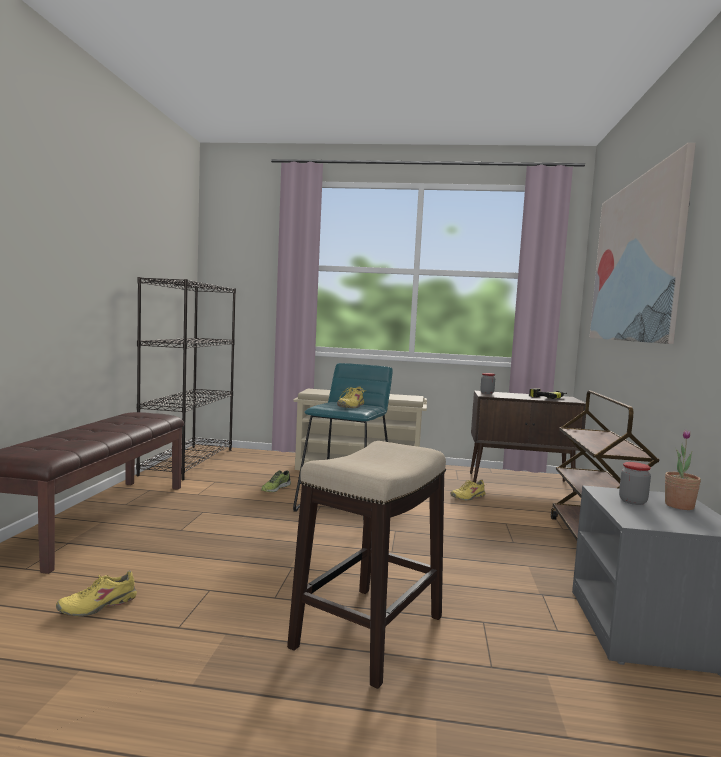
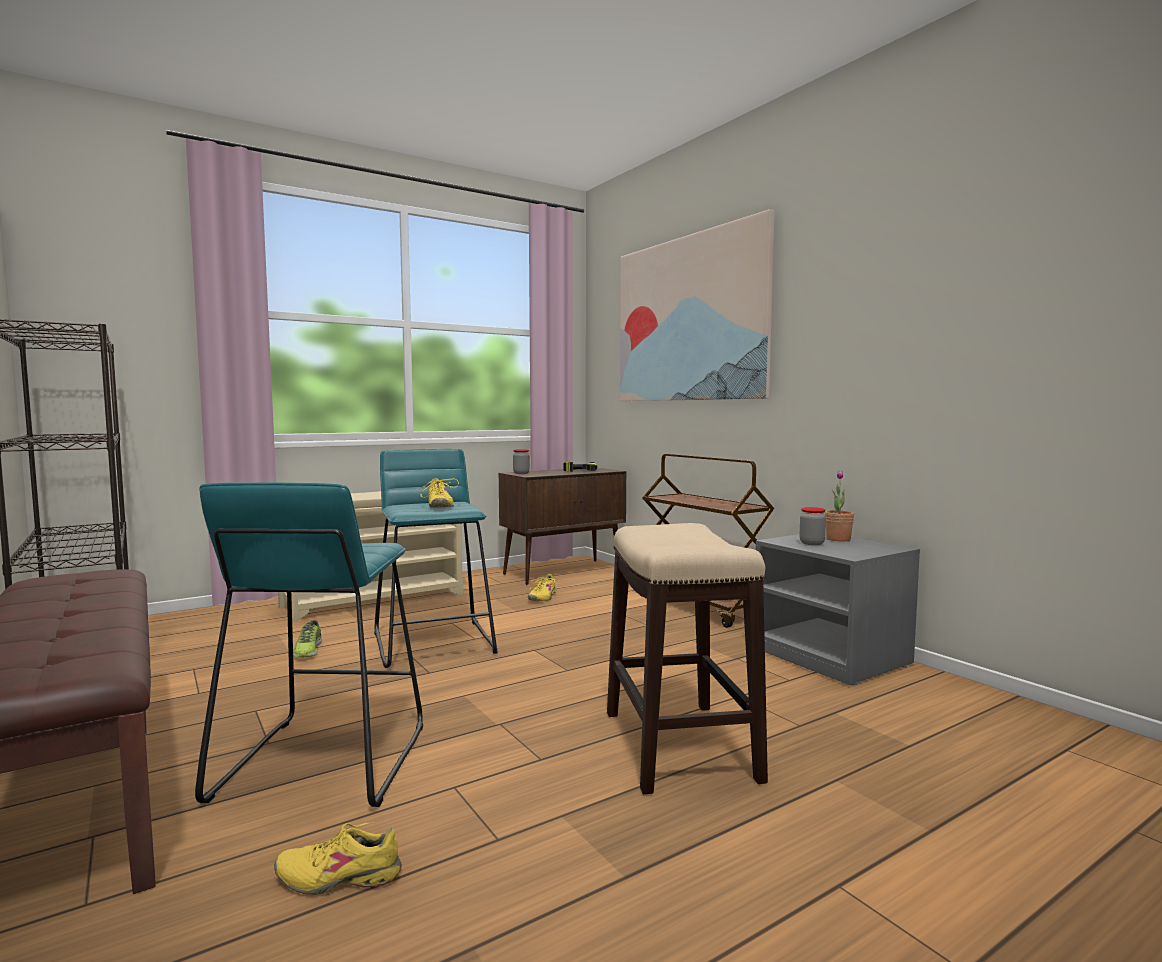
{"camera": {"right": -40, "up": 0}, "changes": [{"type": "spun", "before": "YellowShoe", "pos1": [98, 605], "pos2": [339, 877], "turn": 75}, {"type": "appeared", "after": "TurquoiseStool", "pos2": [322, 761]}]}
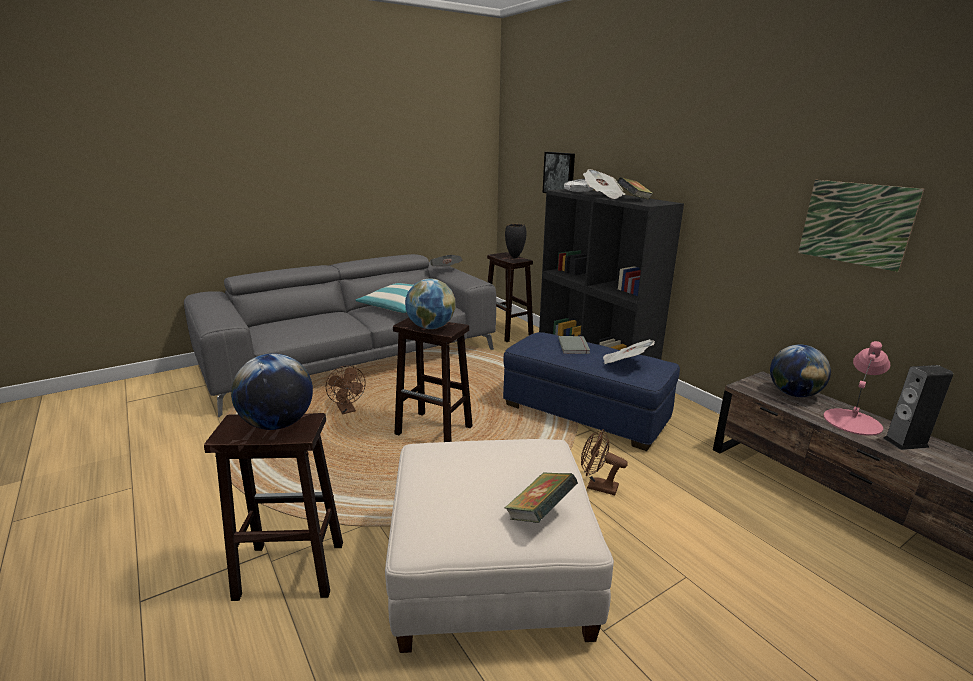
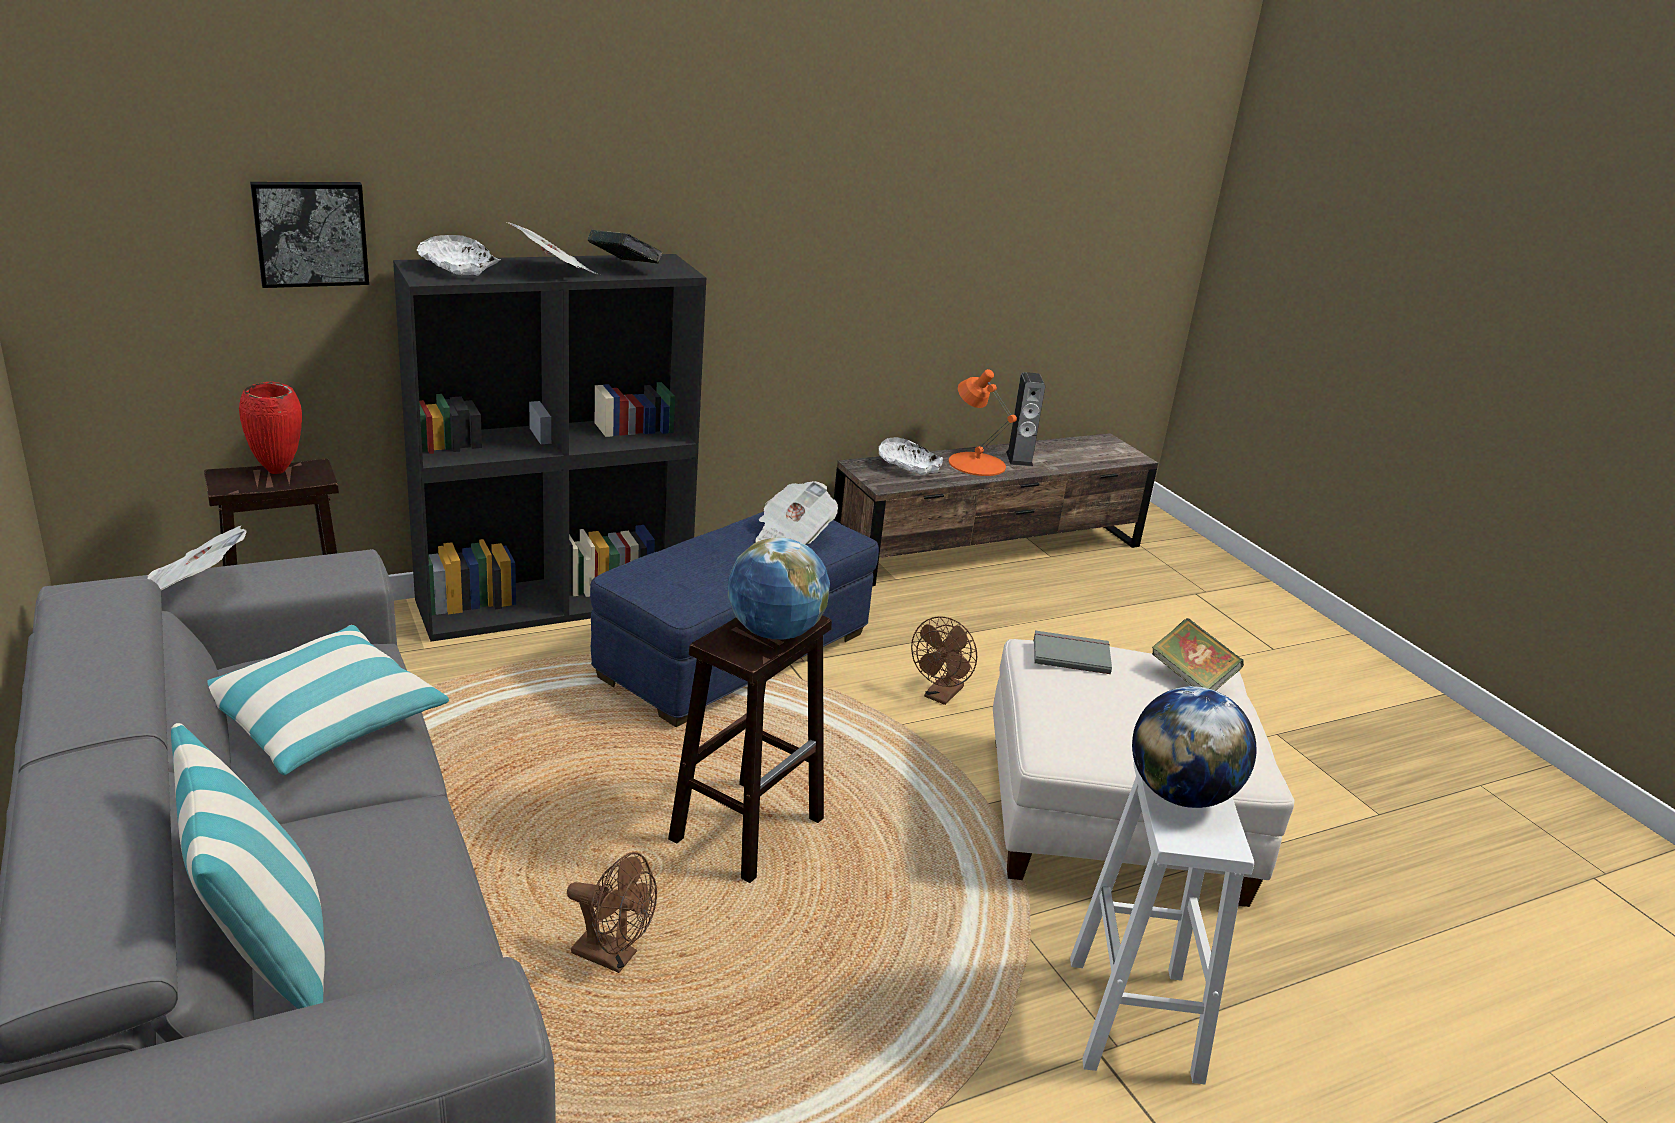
{"camera": {"right": -85, "up": 5}, "changes": [{"type": "missing", "before": "Picture", "pos1": [855, 223]}, {"type": "colour", "before": "BlackVase", "after": "RedVase", "pos1": [515, 257], "pos2": [278, 471]}, {"type": "relocated", "before": "GreyBook", "pos1": [574, 346], "pos2": [1070, 654]}, {"type": "colour", "before": "PinkTableLamp", "after": "OrangeTableLamp", "pos1": [853, 421], "pos2": [976, 464]}, {"type": "exchanged", "before": "Globe", "after": "WhiteBowl", "pos1": [793, 394], "pos2": [907, 467]}, {"type": "spun", "before": "BrownFan", "pos1": [347, 410], "pos2": [613, 957], "turn": 45}, {"type": "colour", "before": "BrownStool", "after": "WhiteStool", "pos1": [288, 570], "pos2": [1135, 1021]}, {"type": "appeared", "after": "Pillow", "pos2": [264, 956]}]}
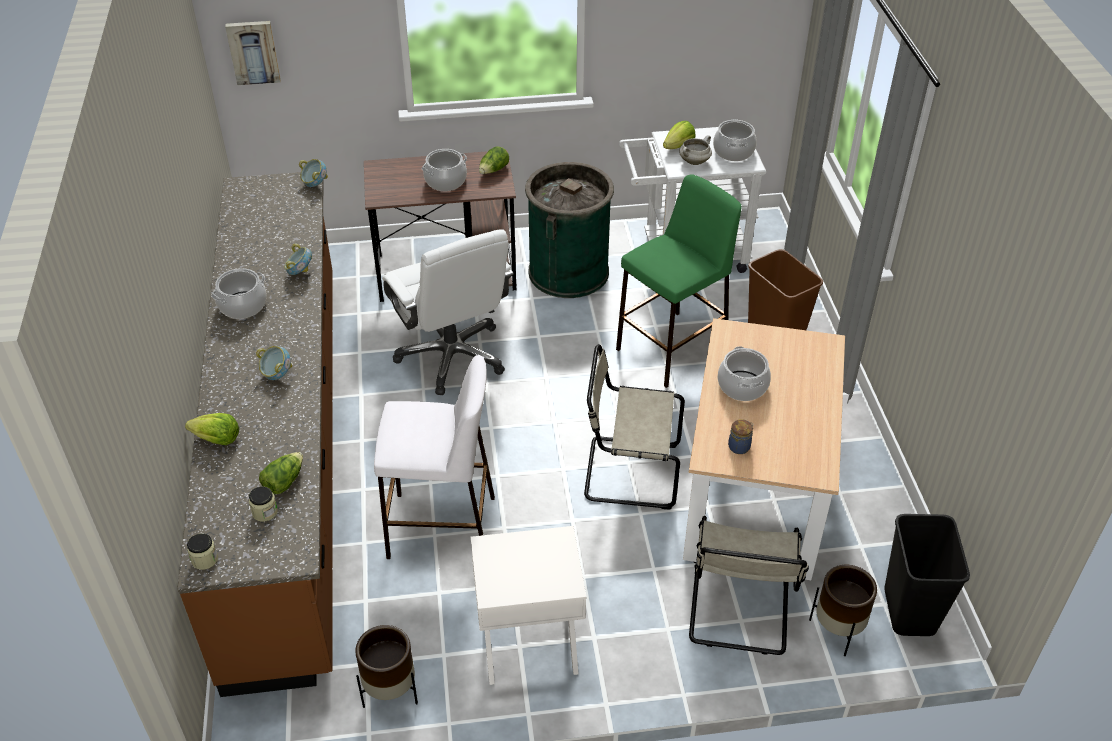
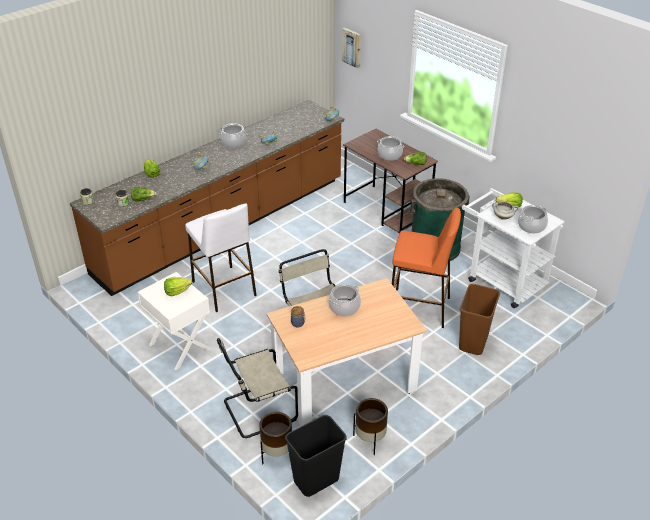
{"camera": {"right": 55, "up": -5}, "changes": [{"type": "colour", "before": "GreenStool", "after": "OrangeStool", "pos1": [672, 348], "pos2": [419, 308]}, {"type": "missing", "before": "WhiteOfficeChair", "pos1": [452, 356]}, {"type": "relocated", "before": "BrownPlanter", "pos1": [390, 692], "pos2": [370, 440]}, {"type": "appeared", "after": "Lettuce", "pos2": [177, 291]}]}
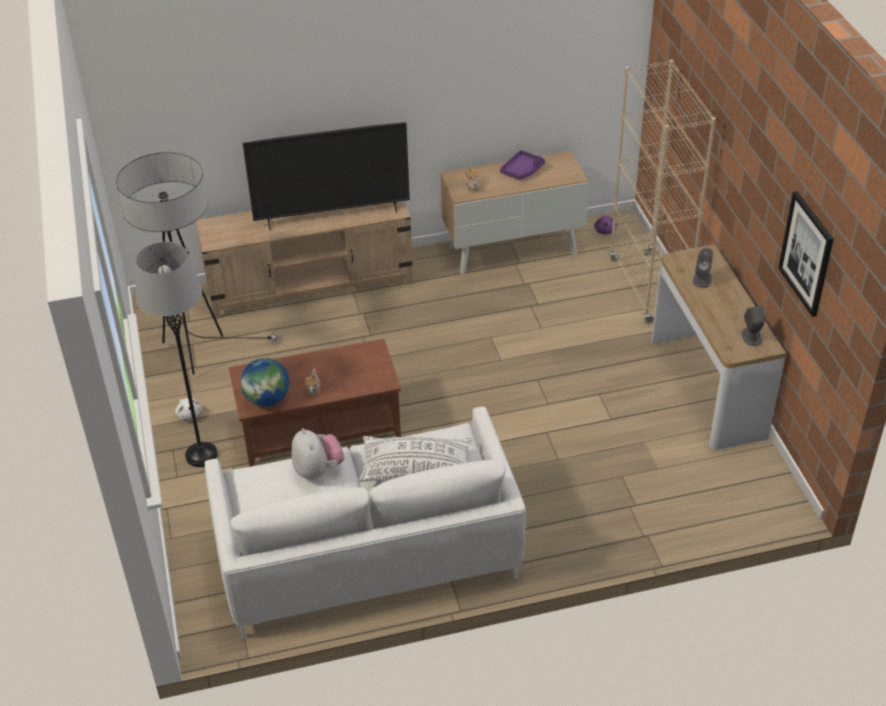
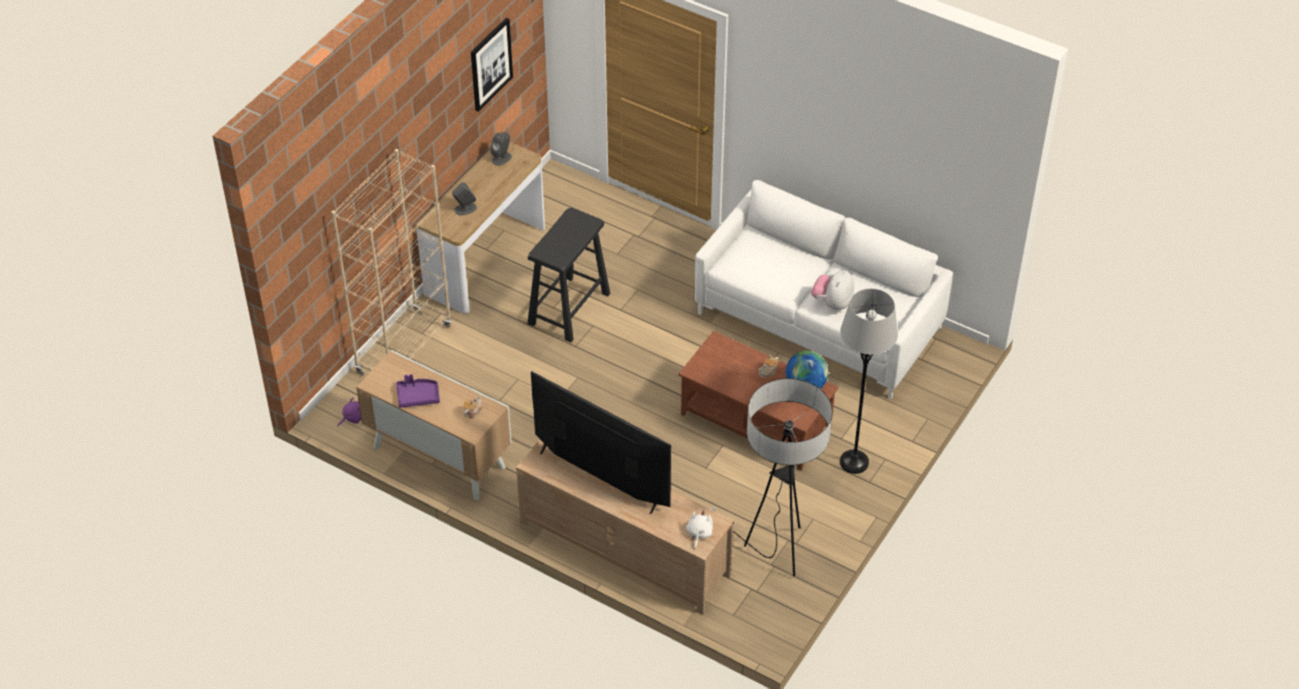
{"camera": {"right": -135, "up": 5}, "changes": [{"type": "relocated", "before": "WhitePlushToy", "pos1": [189, 414], "pos2": [699, 533]}, {"type": "missing", "before": "WhitePillow", "pos1": [415, 469]}, {"type": "appeared", "after": "BlackStool", "pos2": [568, 309]}]}
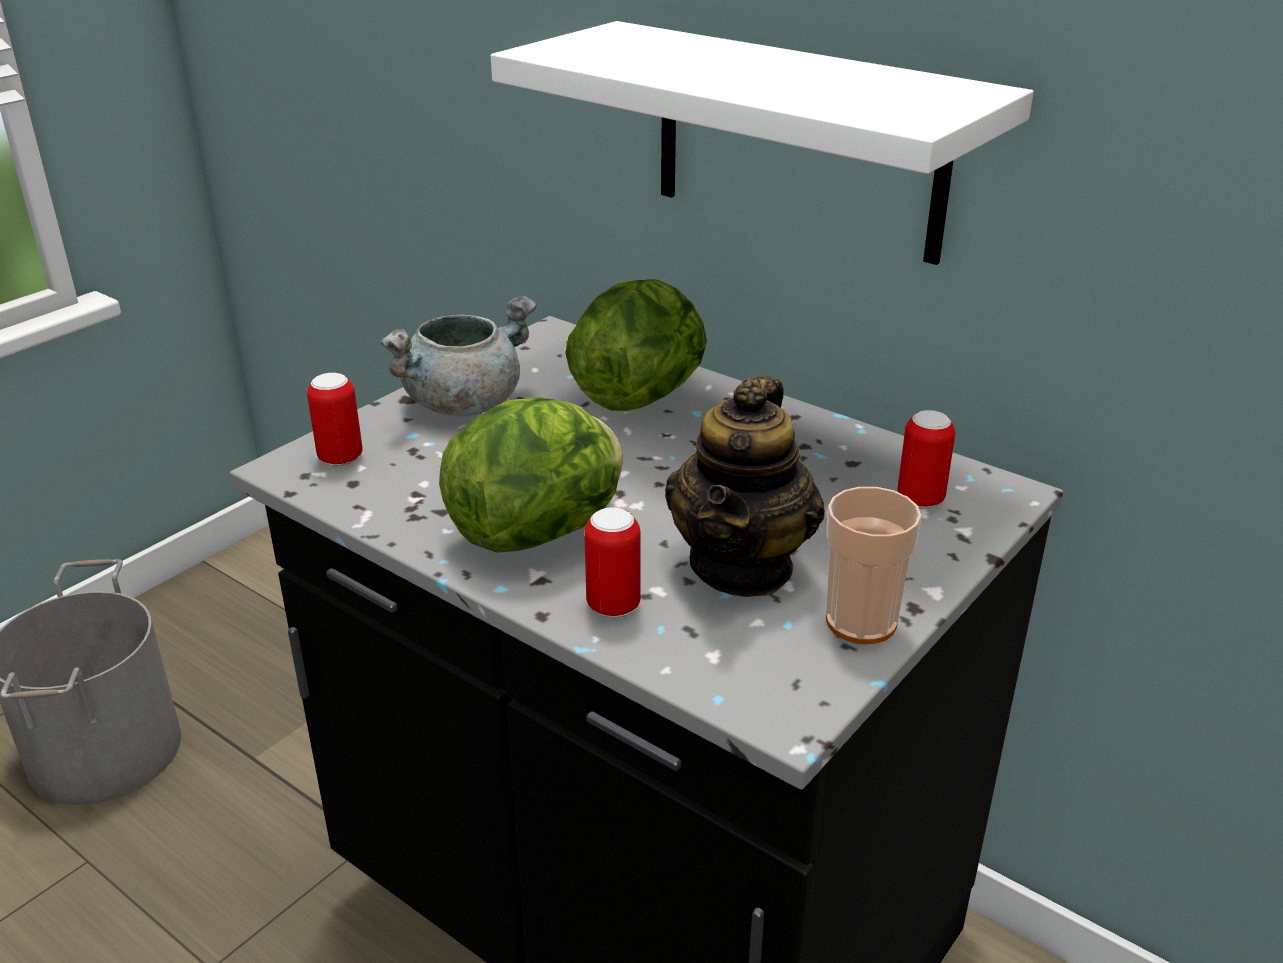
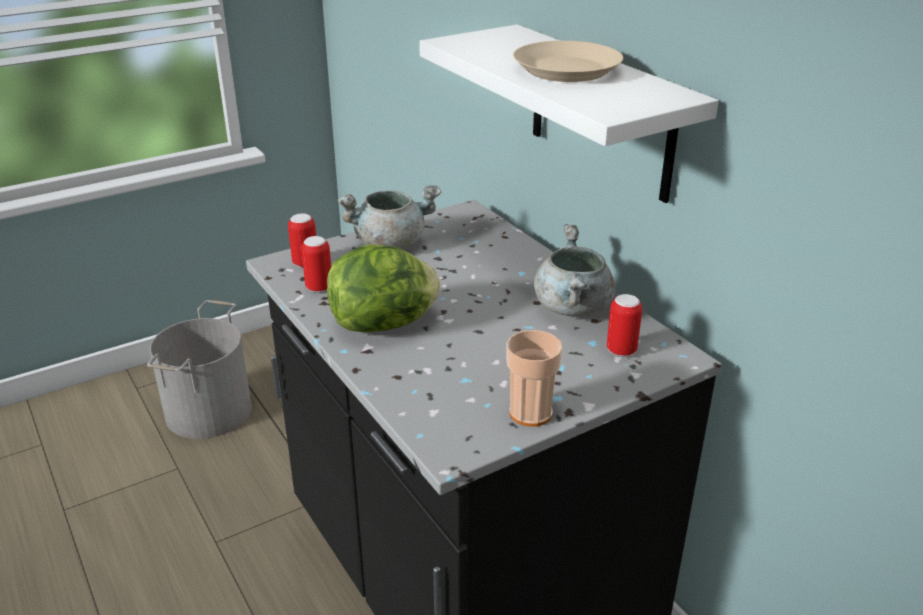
{"camera": {"right": 20, "up": 0}, "changes": [{"type": "missing", "before": "Lettuce", "pos1": [641, 395]}, {"type": "missing", "before": "Teapot", "pos1": [742, 566]}, {"type": "relocated", "before": "Can", "pos1": [613, 605], "pos2": [319, 287]}, {"type": "appeared", "after": "BeigePlate", "pos2": [566, 70]}, {"type": "appeared", "after": "GreyCookingPot", "pos2": [574, 308]}]}
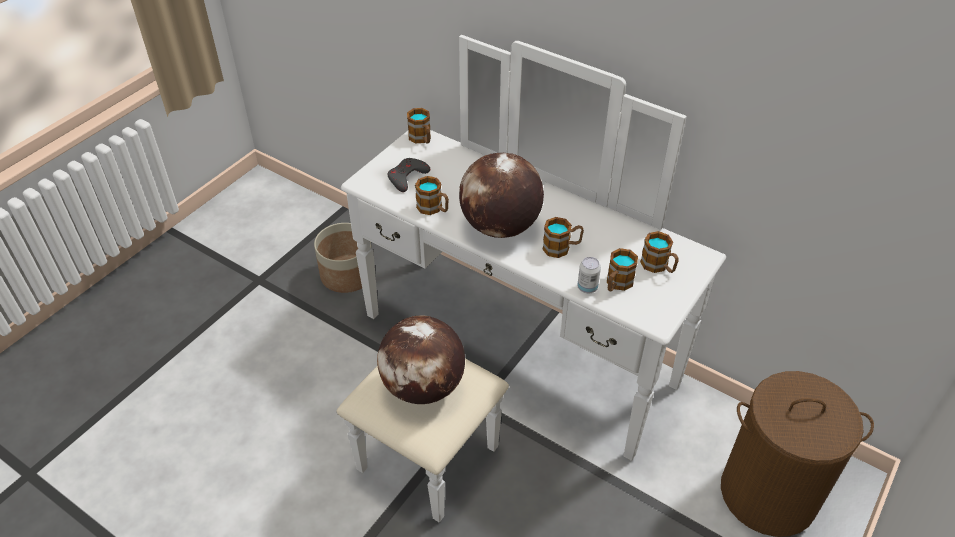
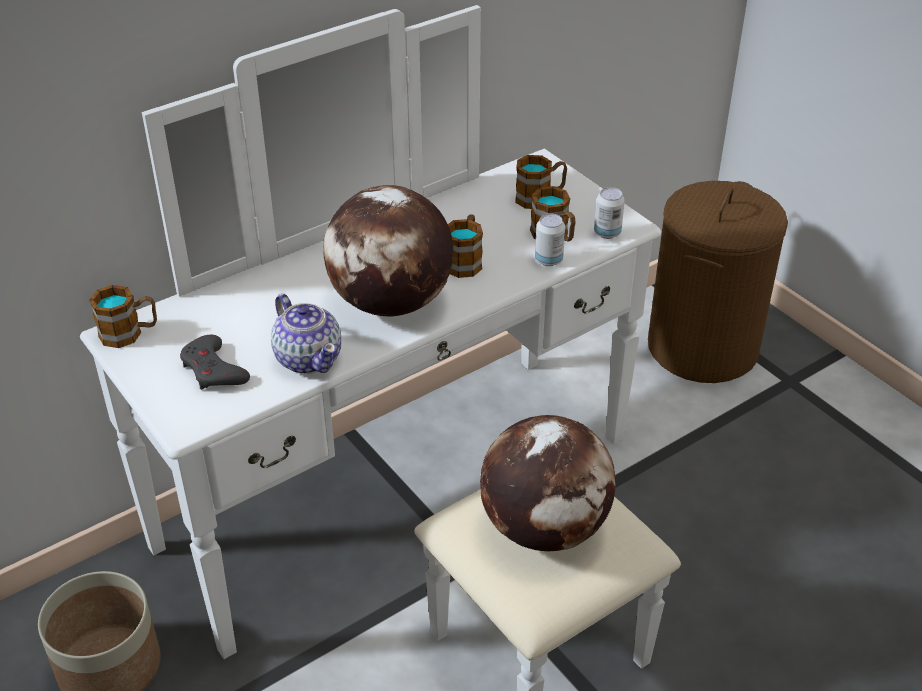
{"camera": {"right": -70, "up": -5}, "changes": [{"type": "exchanged", "before": "Mug", "after": "Teapot", "pos1": [433, 209], "pos2": [308, 358]}, {"type": "appeared", "after": "Can", "pos2": [607, 233]}]}
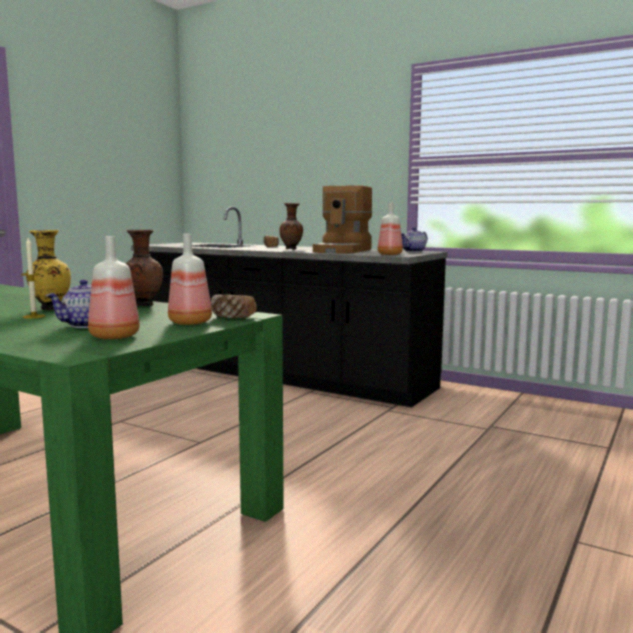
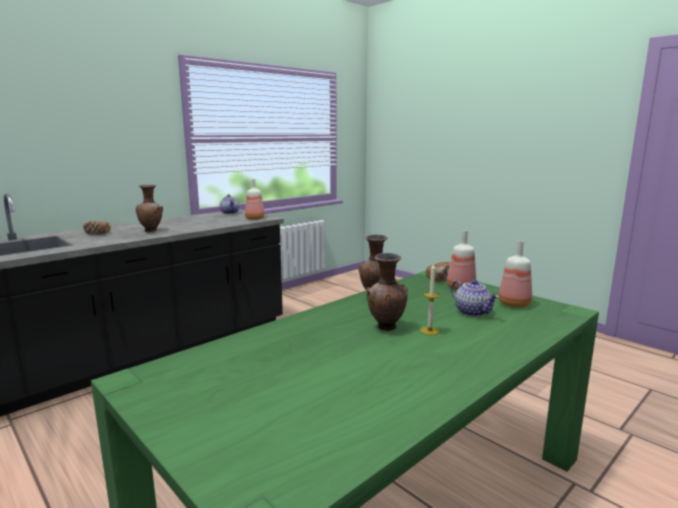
{"camera": {"right": -75, "up": 5}, "changes": [{"type": "missing", "before": "CoffeeMachine", "pos1": [343, 251]}, {"type": "colour", "before": "YellowVase", "after": "BrownVase", "pos1": [50, 309], "pos2": [386, 328]}]}
